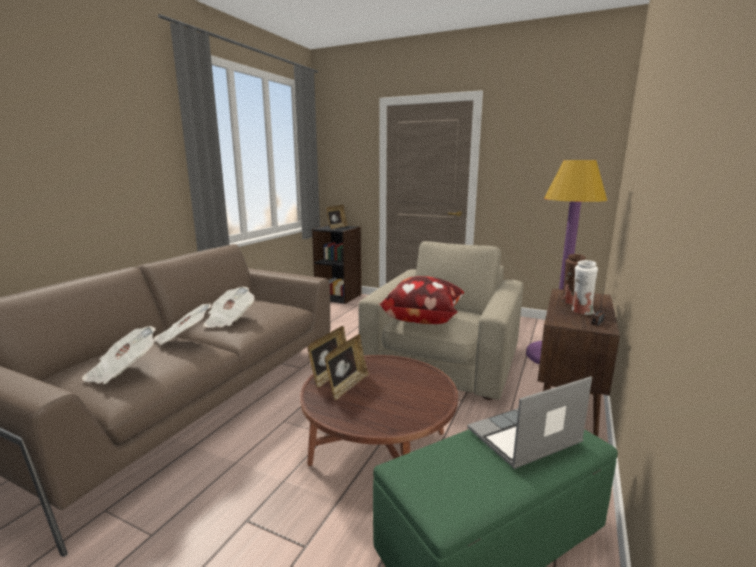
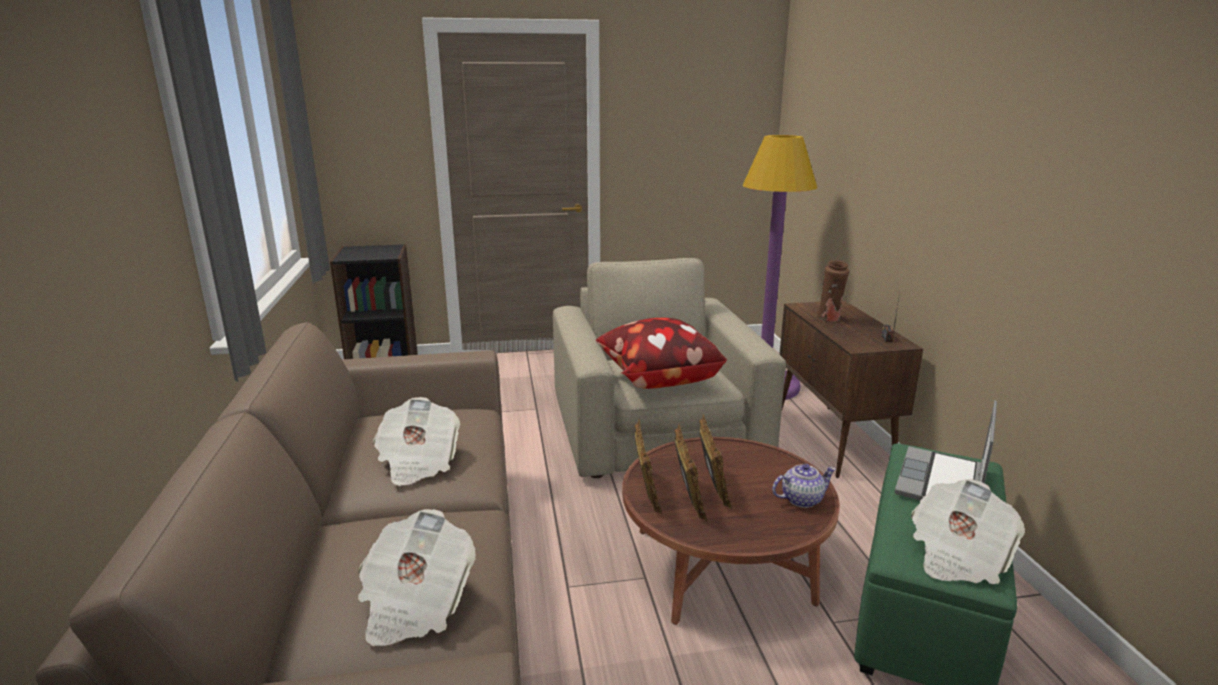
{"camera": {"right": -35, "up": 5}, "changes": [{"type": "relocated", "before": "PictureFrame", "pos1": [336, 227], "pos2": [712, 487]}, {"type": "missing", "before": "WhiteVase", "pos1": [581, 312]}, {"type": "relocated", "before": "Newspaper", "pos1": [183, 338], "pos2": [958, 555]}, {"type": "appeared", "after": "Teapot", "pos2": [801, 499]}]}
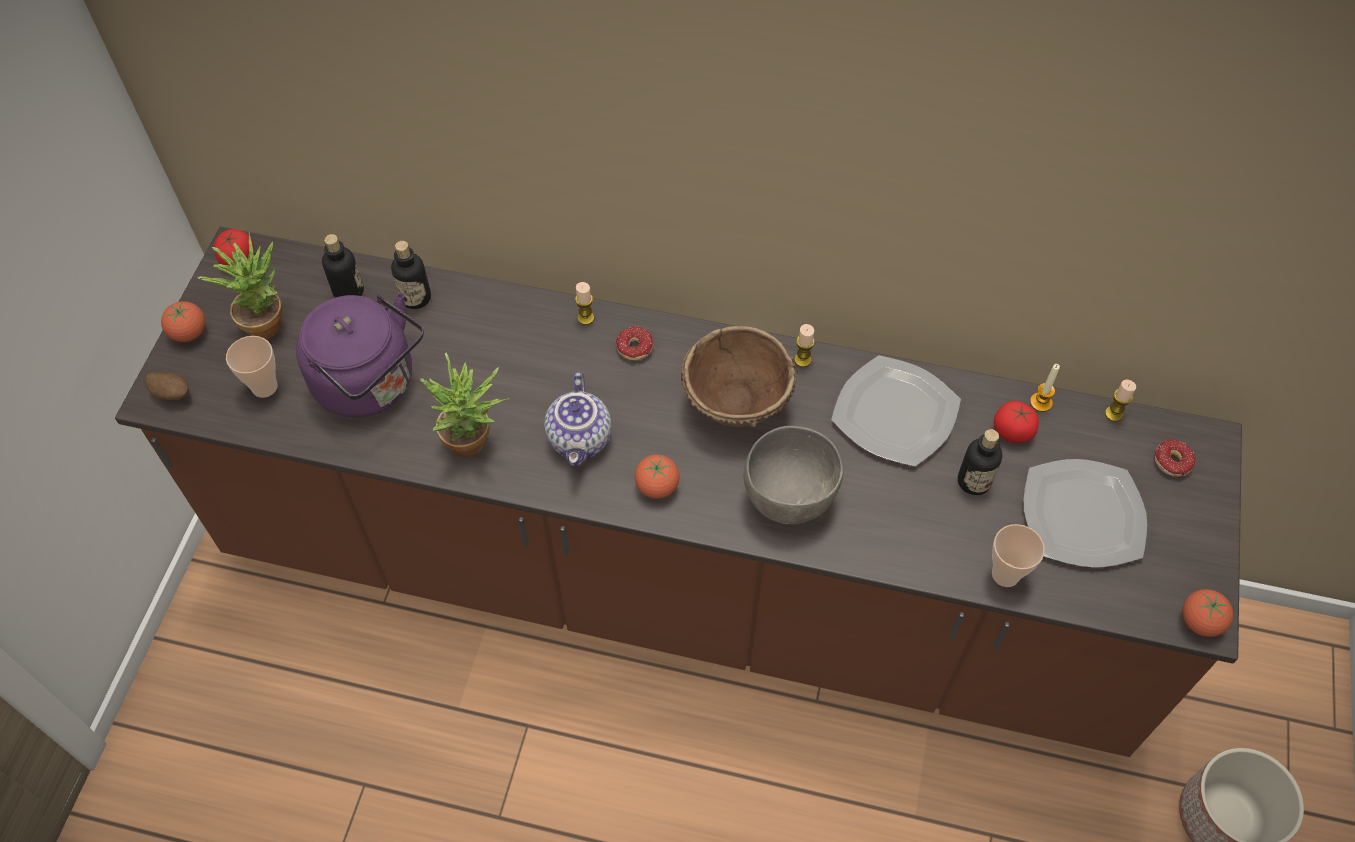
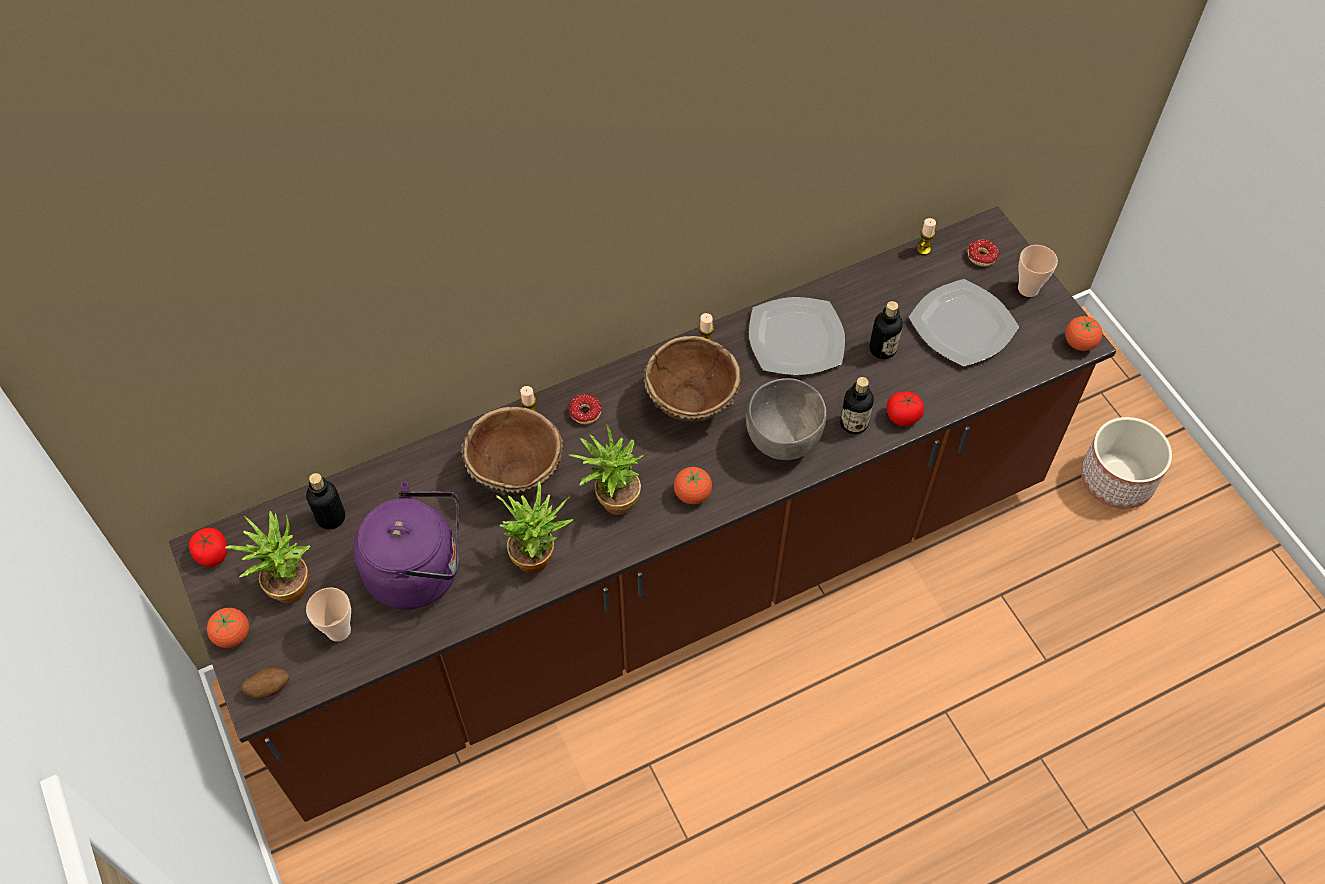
{"camera": {"right": -40, "up": 0}, "changes": [{"type": "relocated", "before": "Bottle", "pos1": [415, 298], "pos2": [853, 423]}, {"type": "missing", "before": "Candle", "pos1": [1041, 402]}, {"type": "exchanged", "before": "Teapot", "after": "PottedPlant", "pos1": [581, 440], "pos2": [611, 500]}, {"type": "relocated", "before": "Tomato", "pos1": [1012, 431], "pos2": [903, 416]}, {"type": "relocated", "before": "Cup", "pos1": [1005, 574], "pos2": [1028, 289]}, {"type": "appeared", "after": "BrownBowl", "pos2": [516, 474]}]}
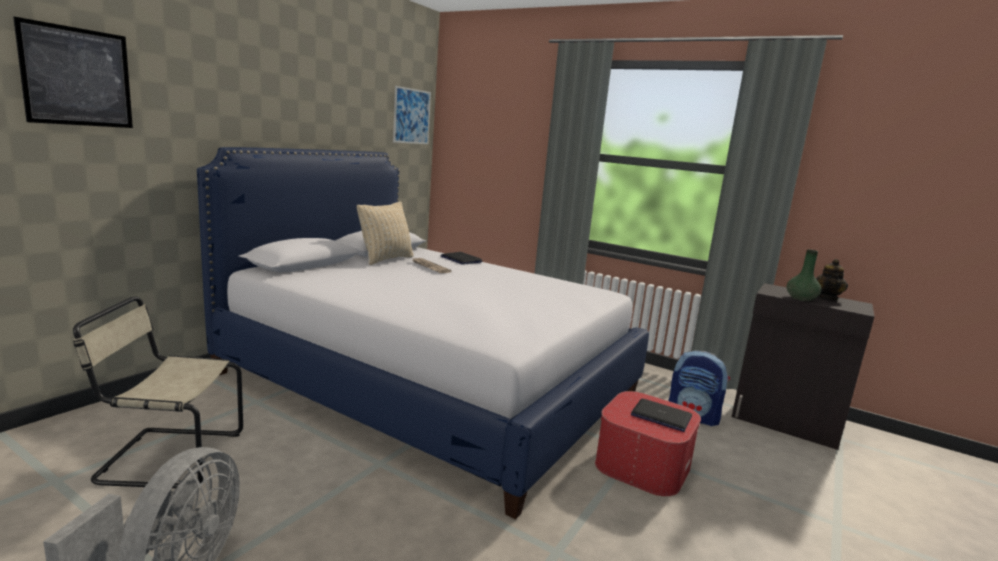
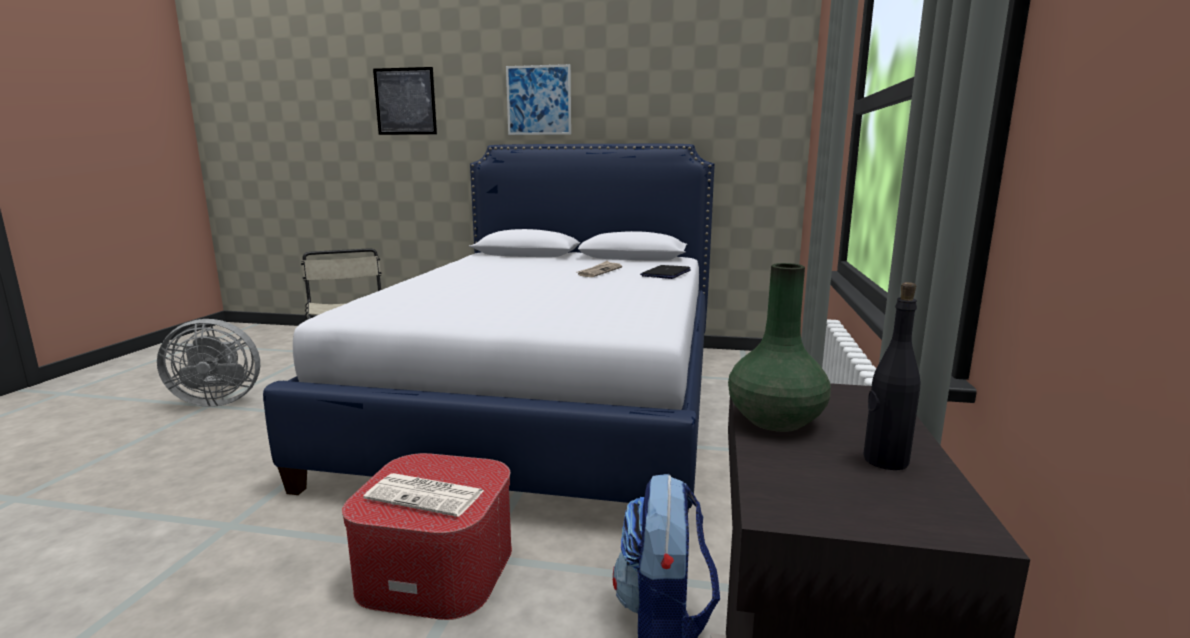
{"camera": {"right": 70, "up": 0}, "changes": [{"type": "relocated", "before": "Picture", "pos1": [411, 116], "pos2": [538, 100]}, {"type": "missing", "before": "BeigePillow", "pos1": [386, 259]}, {"type": "exchanged", "before": "Teapot", "after": "BlackBottle", "pos1": [827, 298], "pos2": [884, 460]}, {"type": "exchanged", "before": "Laptop", "after": "Newspaper", "pos1": [660, 416], "pos2": [427, 495]}]}
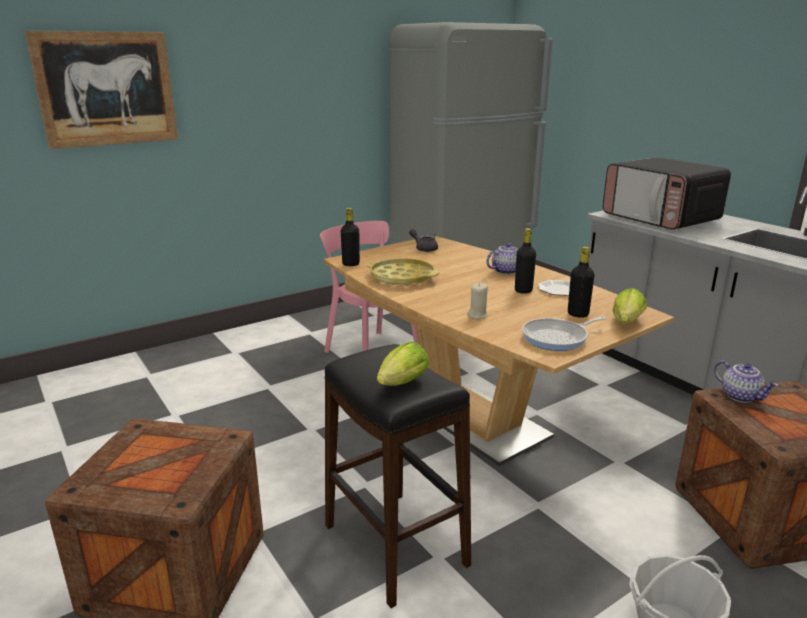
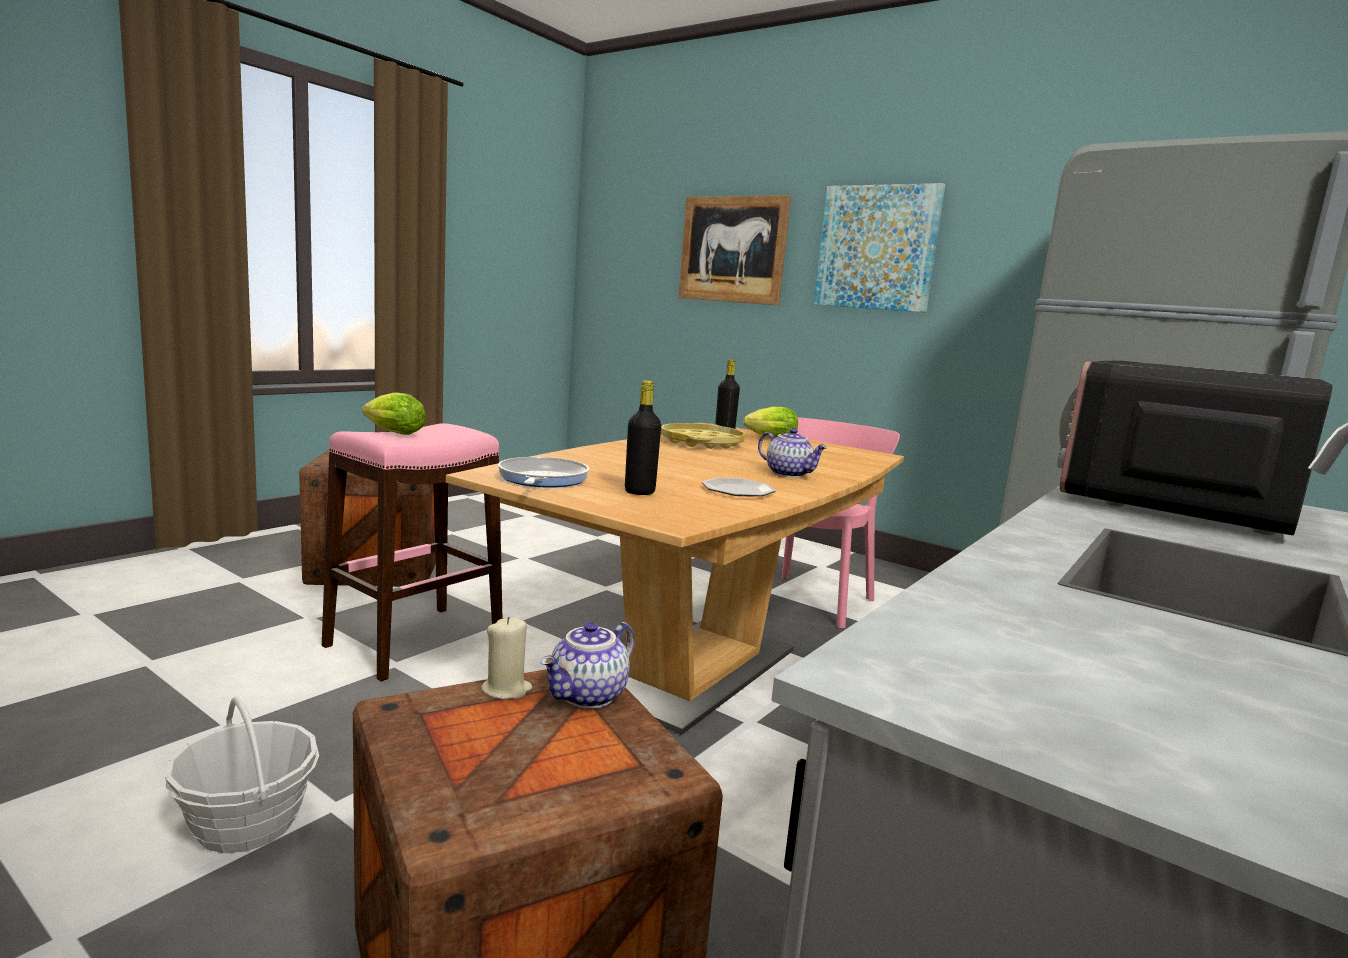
{"camera": {"right": 70, "up": -10}, "changes": [{"type": "missing", "before": "BlackBottle", "pos1": [523, 290]}, {"type": "missing", "before": "GreyTeapot", "pos1": [424, 248]}, {"type": "relocated", "before": "BeigeCandle", "pos1": [477, 315], "pos2": [506, 690]}, {"type": "relocated", "before": "Lettuce", "pos1": [626, 323], "pos2": [768, 439]}, {"type": "spun", "before": "FryingPan", "pos1": [557, 338], "pos2": [541, 479], "turn": 45}, {"type": "colour", "before": "BlackStool", "after": "PinkStool", "pos1": [394, 544], "pos2": [415, 641]}, {"type": "appeared", "after": "Picture", "pos2": [877, 248]}]}
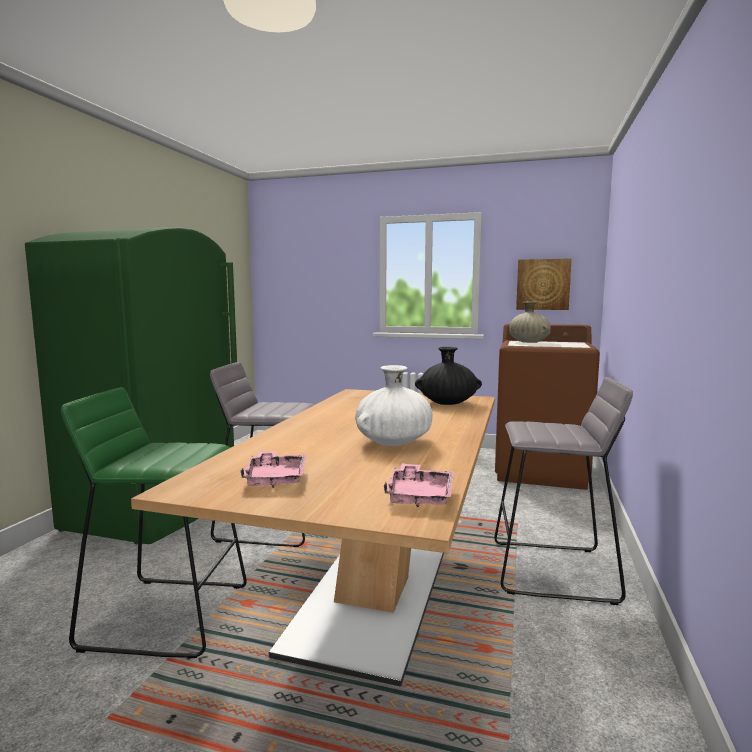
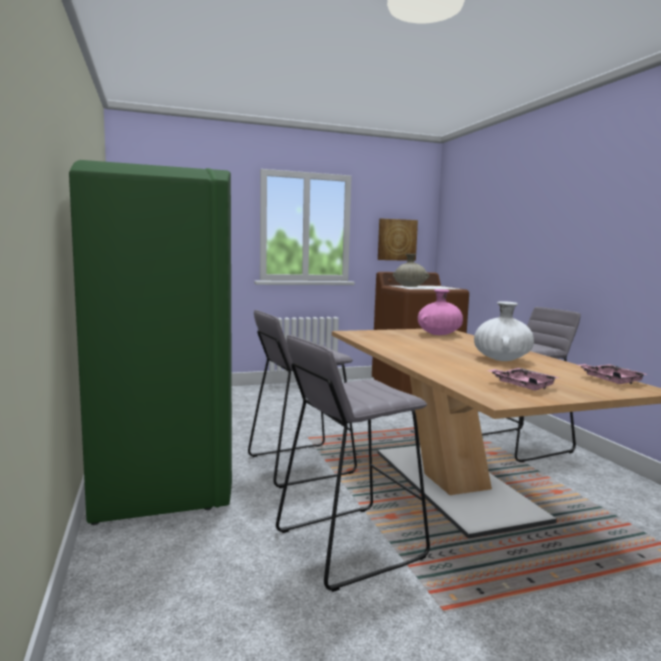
{"camera": {"right": -35, "up": 0}, "changes": [{"type": "colour", "before": "BlackVase", "after": "PinkVase", "pos1": [447, 403], "pos2": [439, 334]}, {"type": "colour", "before": "GreenStool", "after": "GreyStool", "pos1": [166, 615], "pos2": [348, 544]}]}
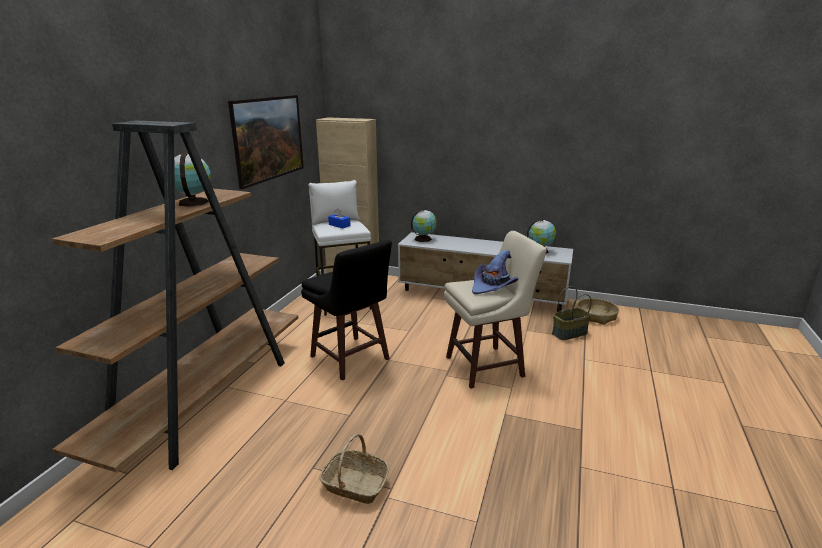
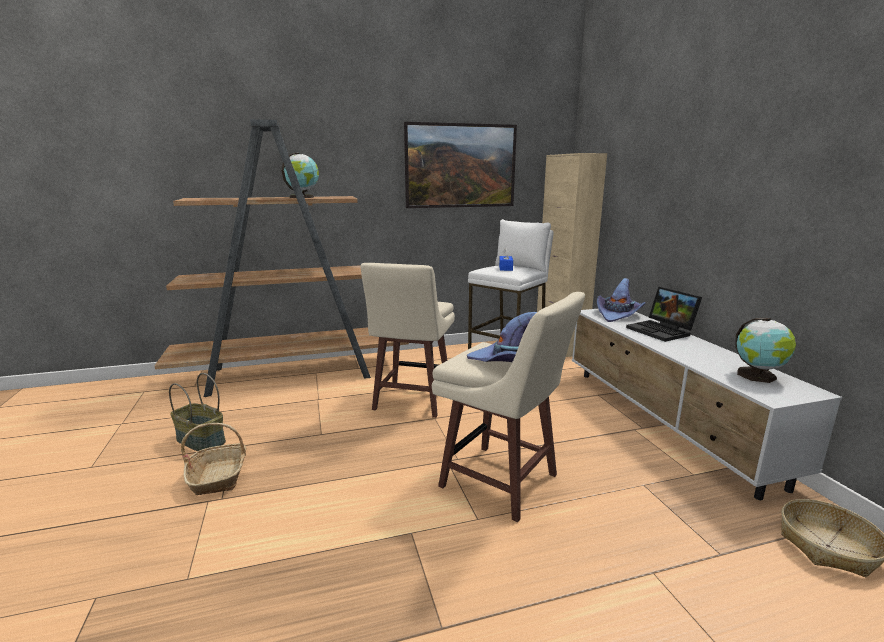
{"camera": {"right": 55, "up": -5}, "changes": [{"type": "exchanged", "before": "Globe", "after": "PurpleHat", "pos1": [423, 239], "pos2": [618, 315]}, {"type": "colour", "before": "BlackStool", "after": "BeigeStool", "pos1": [350, 359], "pos2": [411, 400]}, {"type": "relocated", "before": "Basket", "pos1": [569, 333], "pos2": [200, 441]}, {"type": "appeared", "after": "Laptop", "pos2": [662, 331]}]}
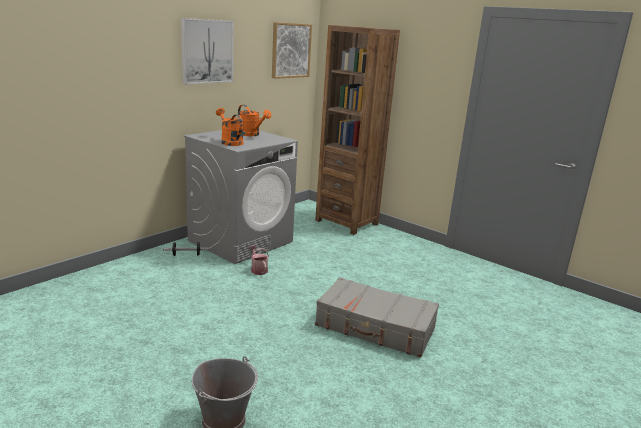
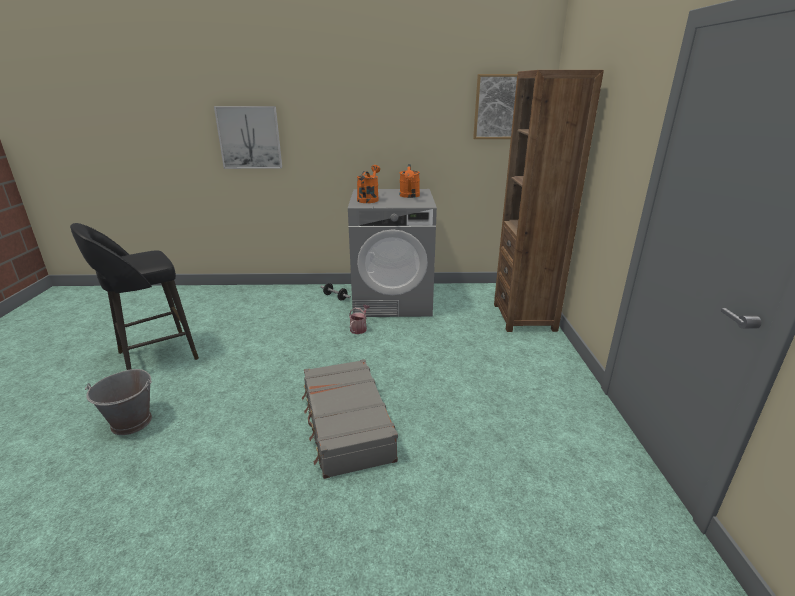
{"camera": {"right": 50, "up": 5}, "changes": [{"type": "relocated", "before": "Picture", "pos1": [207, 51], "pos2": [249, 137]}, {"type": "appeared", "after": "BlackStool", "pos2": [155, 356]}]}
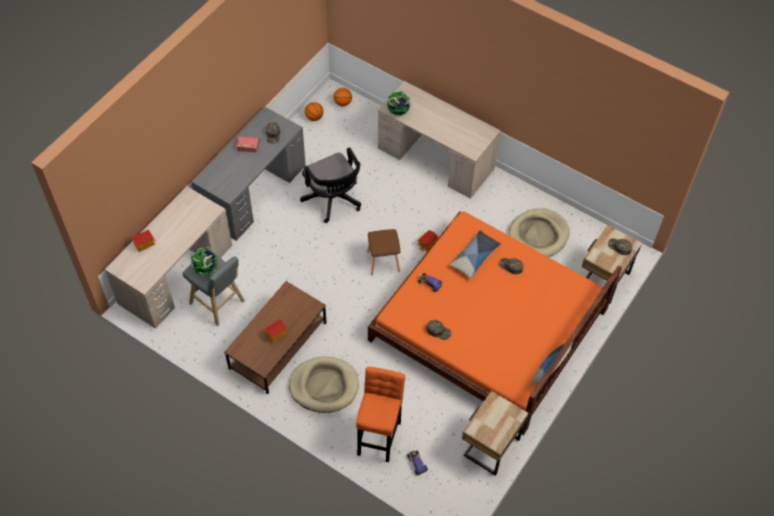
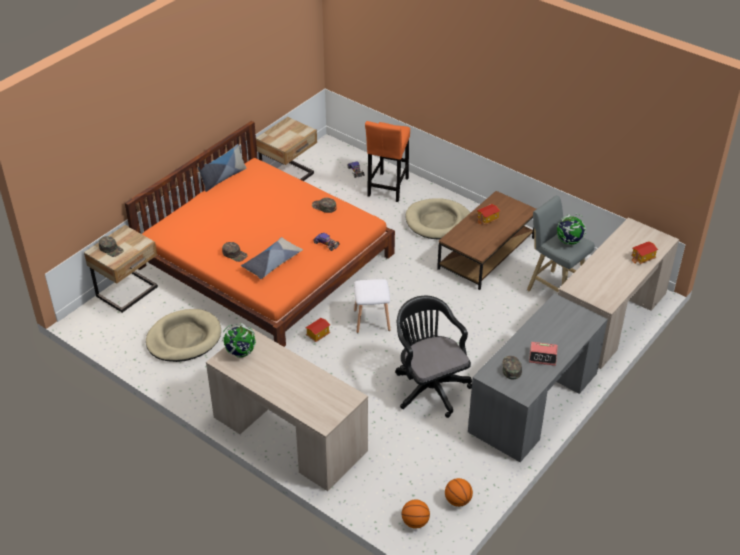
{"camera": {"right": -175, "up": -15}, "changes": [{"type": "relocated", "before": "Globe", "pos1": [398, 111], "pos2": [240, 352]}, {"type": "colour", "before": "BrownStool", "after": "WhiteStool", "pos1": [384, 261], "pos2": [371, 320]}]}
